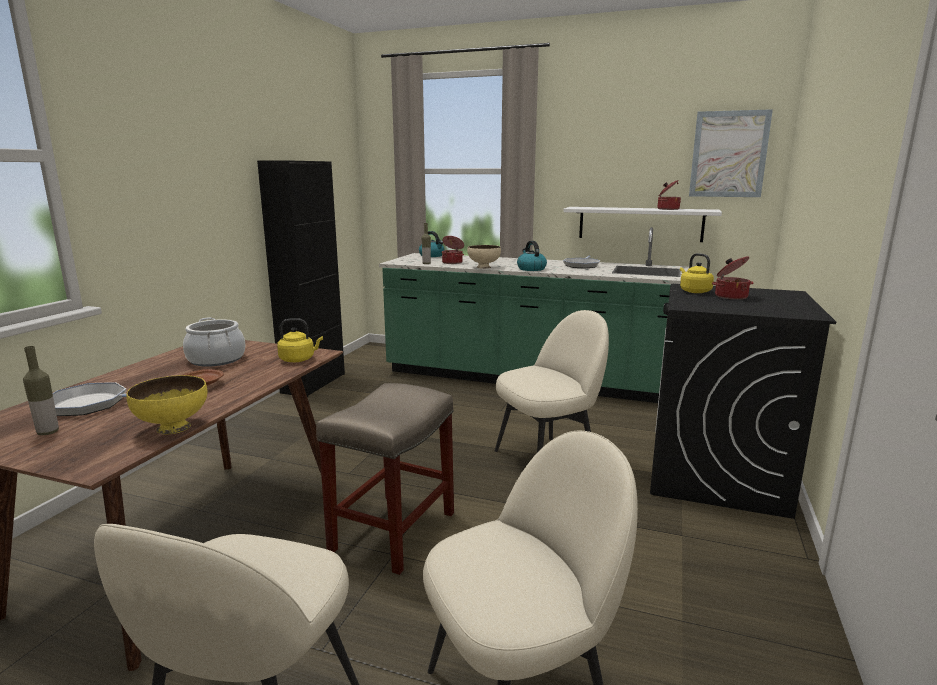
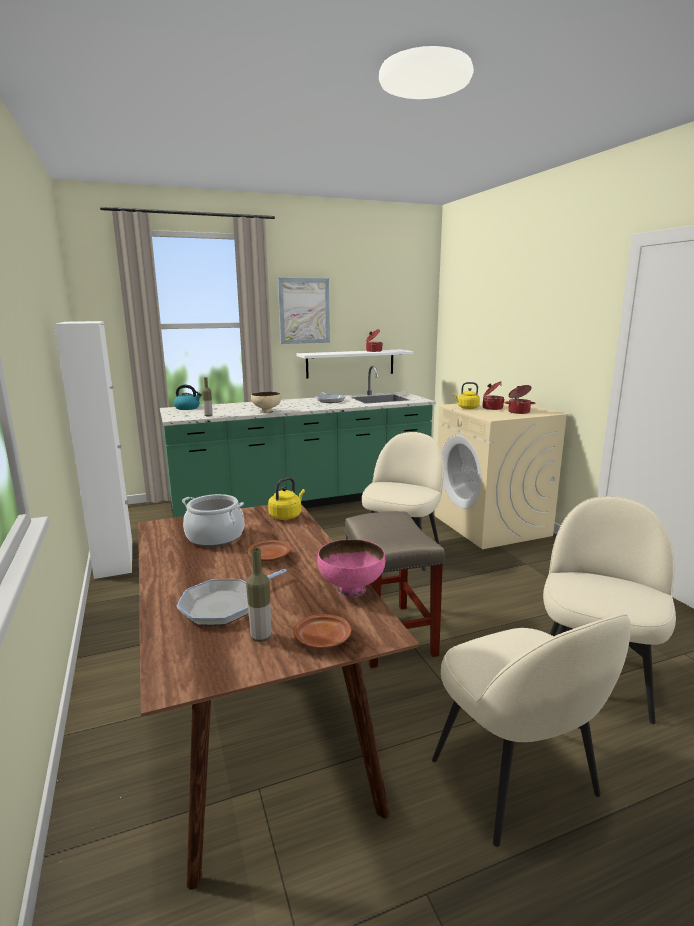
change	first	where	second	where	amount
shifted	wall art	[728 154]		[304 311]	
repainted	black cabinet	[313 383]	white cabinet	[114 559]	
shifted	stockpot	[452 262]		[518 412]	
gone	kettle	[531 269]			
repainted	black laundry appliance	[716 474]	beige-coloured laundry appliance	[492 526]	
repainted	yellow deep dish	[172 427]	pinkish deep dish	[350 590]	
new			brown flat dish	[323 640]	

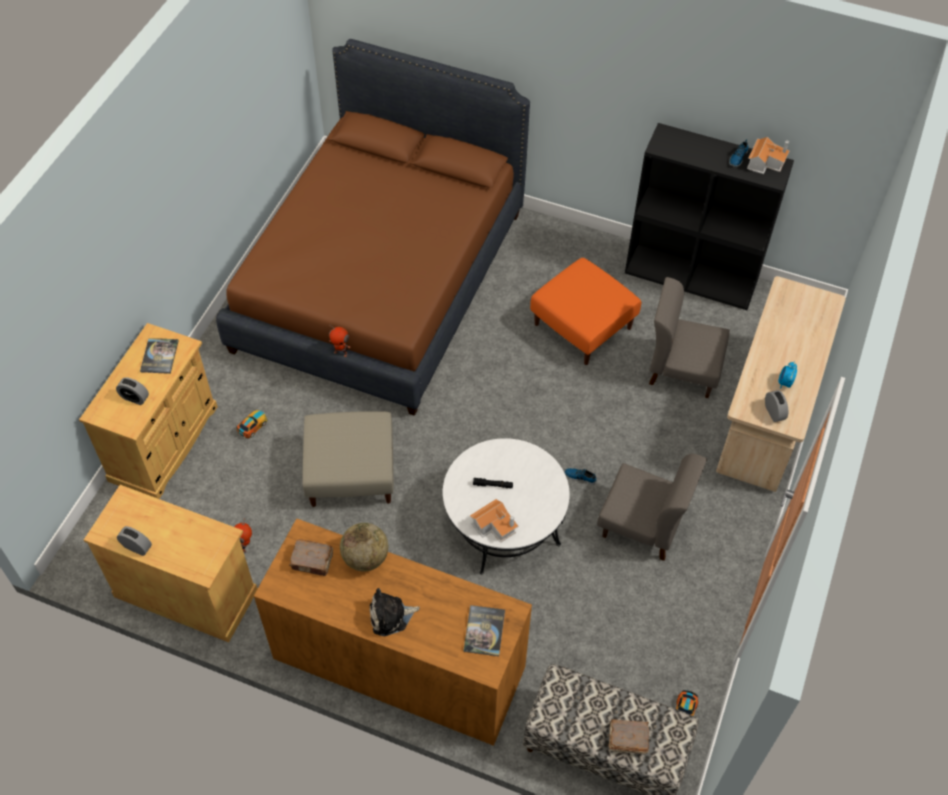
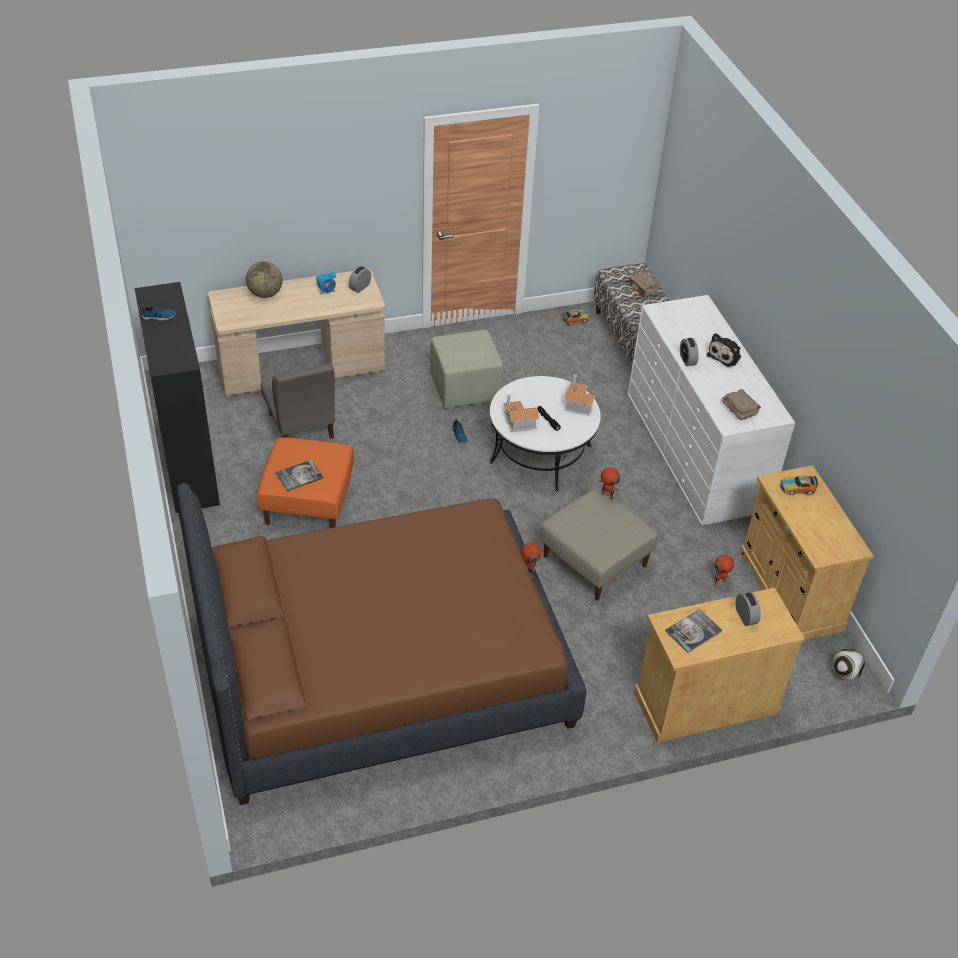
change	first	where	second	where	amount
shifted	model house	[765 162]		[518 421]	
shifted	model car	[252 426]		[797 488]	
swapped	gray upright chair	[642 525]	greenish pouffe	[466 388]	
repainted	brown dresser	[398 662]	white dresser	[695 450]	
shifted	desk globe	[365 558]		[265 294]	
shifted	bedside clock	[136 547]		[687 360]	
rotated	plush toy	[391 616]		[725 355]	90 degrees clockwise
shifted	book	[484 631]		[299 476]	
new			toy robot	[607 495]	
new			football	[845 673]	

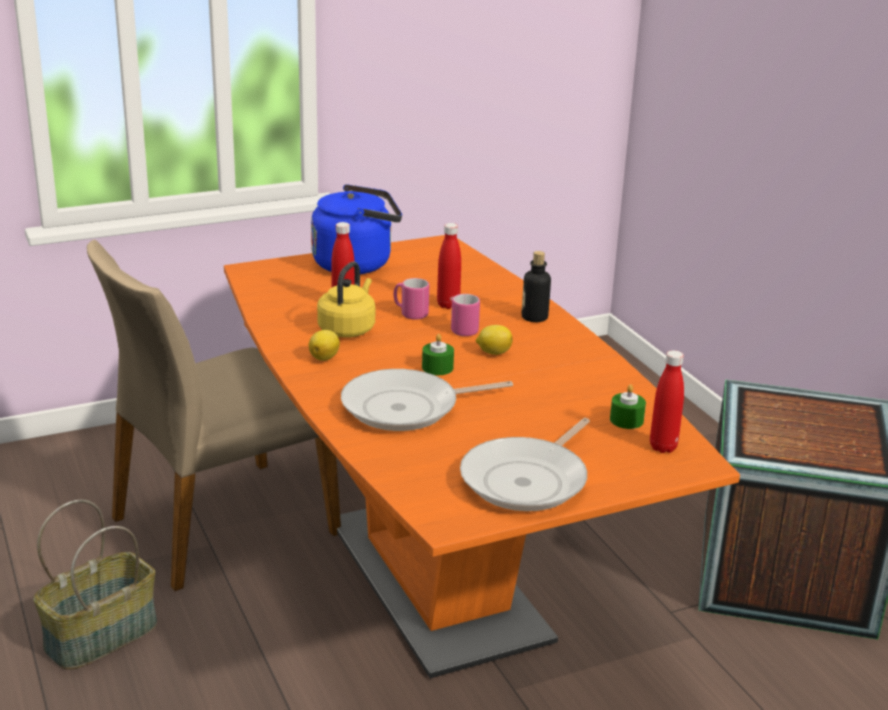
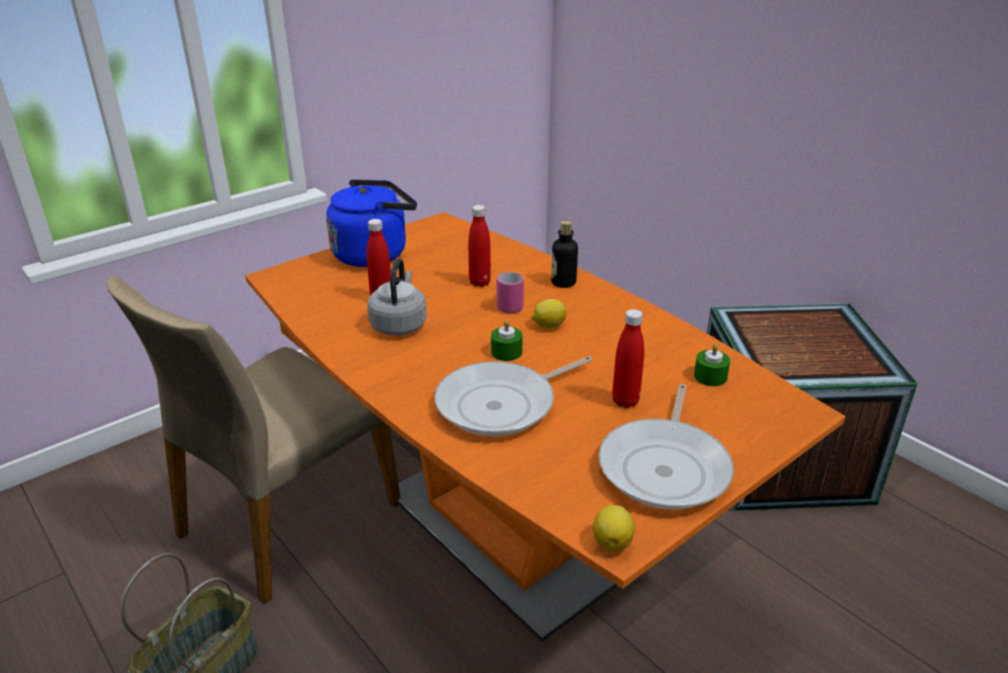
change	first	where	second	where	amount
repainted	yellow kettle	[348 329]	gray kettle	[399 324]	
gone	pinkish mug	[410 314]			
shifted	lemon	[325 358]		[612 541]	
shifted	reddish bottle	[663 447]		[625 401]	

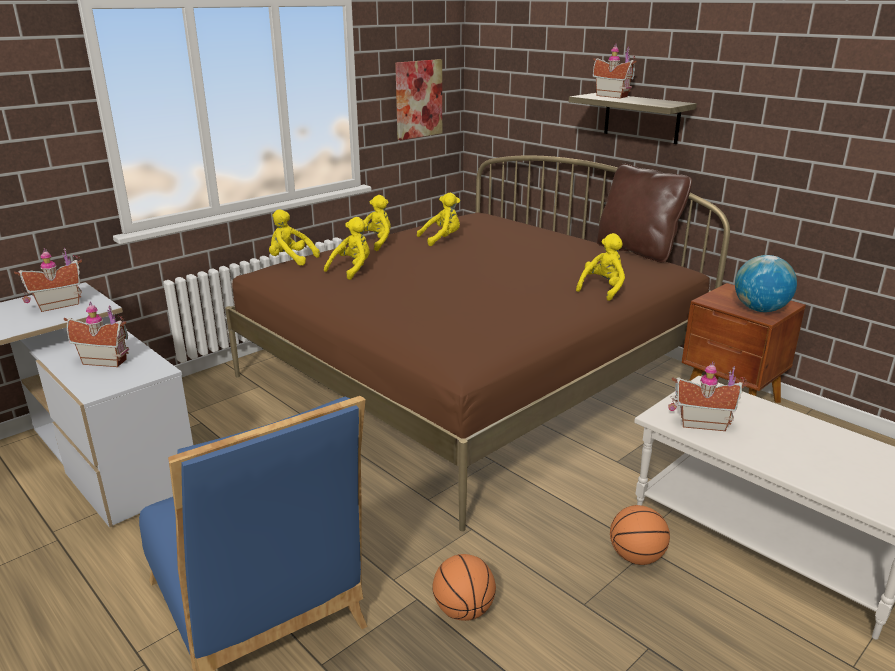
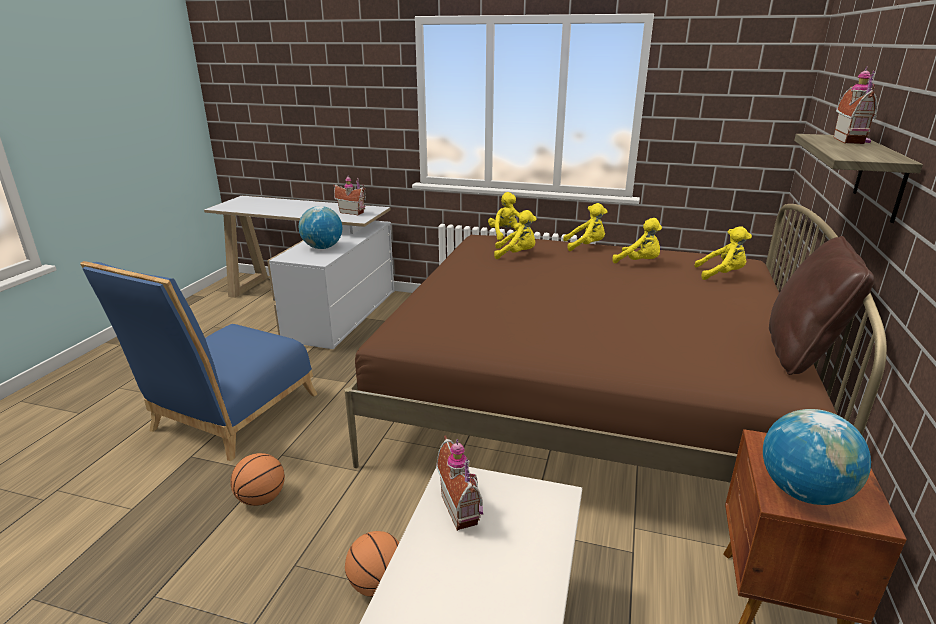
change	first	where	second	where	amount
gone	wall art	[418 99]			
shifted	yellow plush toy	[603 289]		[721 274]	
swapped	model house	[106 360]	desk globe	[322 247]	

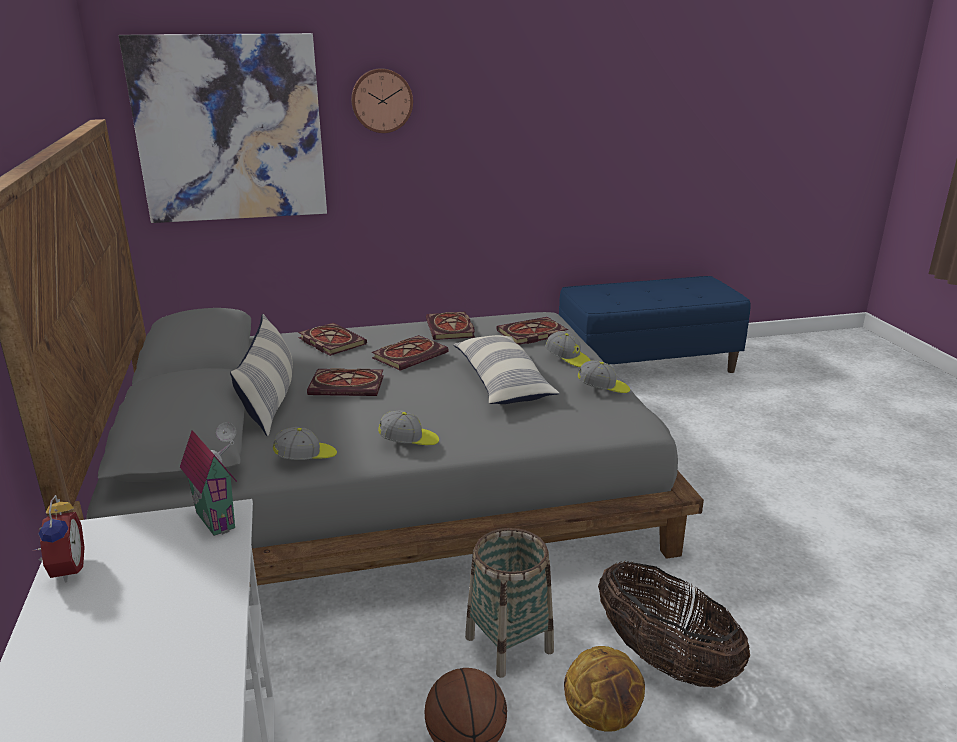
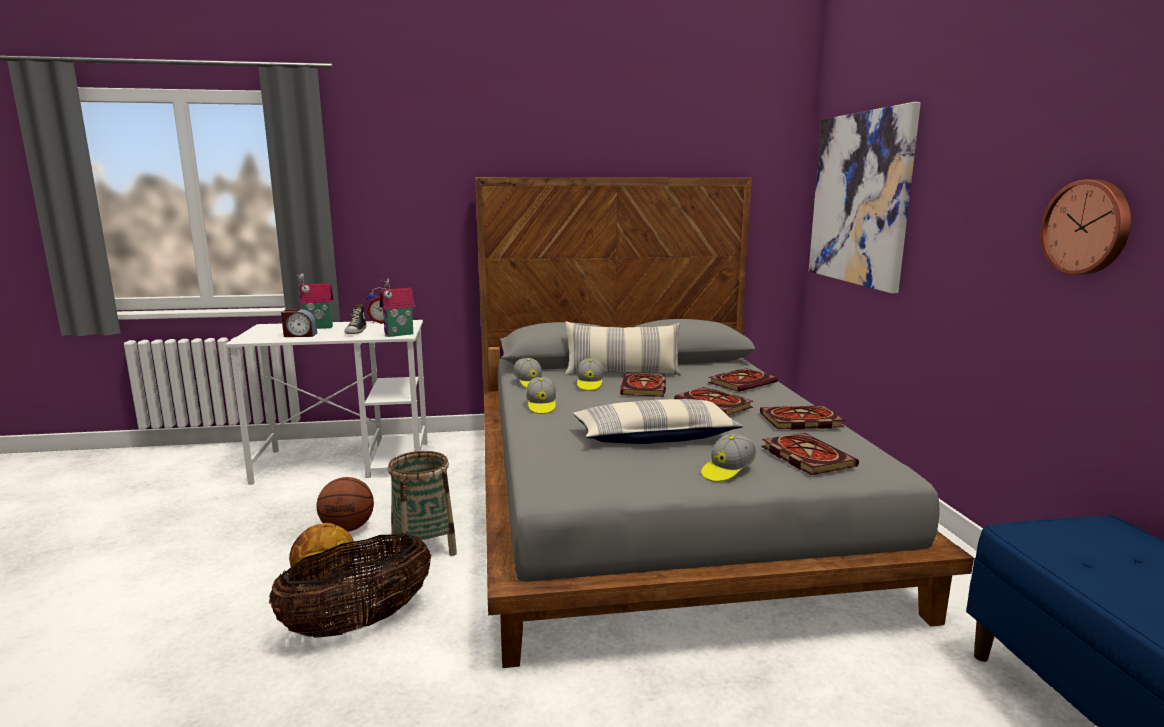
change	first	where	second	where	amount
shifted	clock on the wall	[381 100]		[1087 227]	
shifted	cap	[603 389]		[590 384]	
new			model house	[318 328]	
new			low shoe	[356 331]	
new			bedside clock	[300 335]	

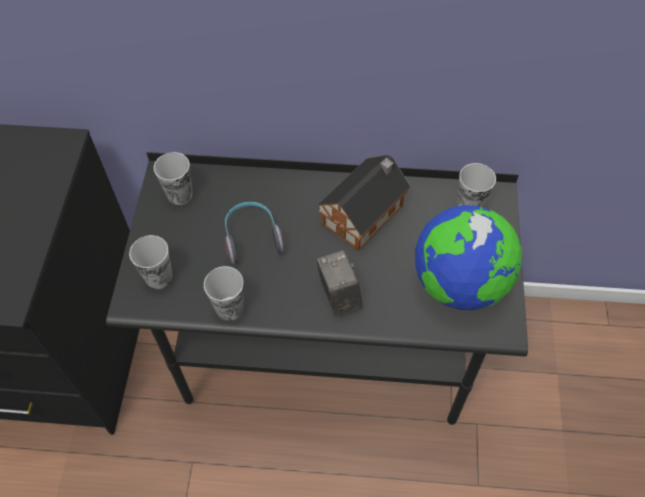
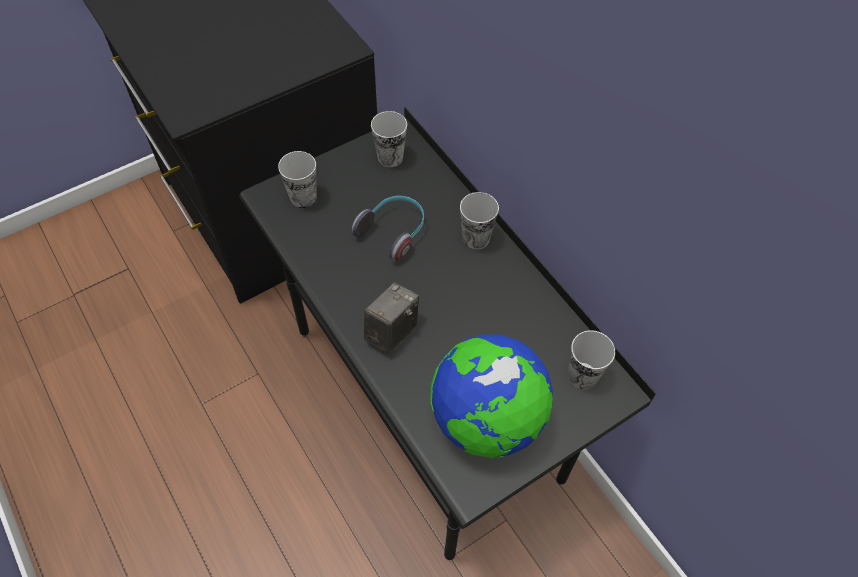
change	first	where	second	where	amount
gone	model house	[365 213]			
shifted	drinking cup	[229 308]		[476 238]	

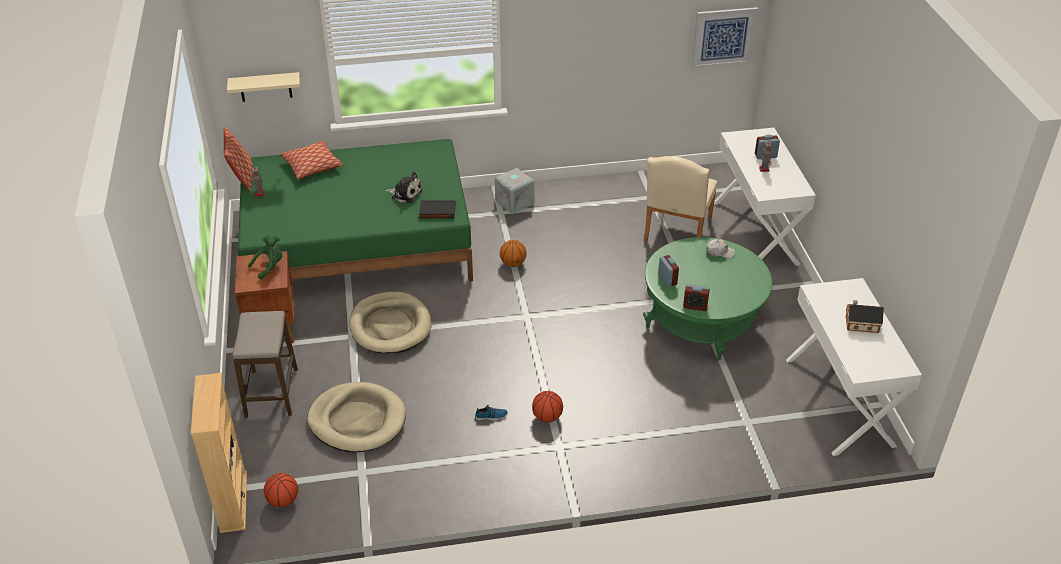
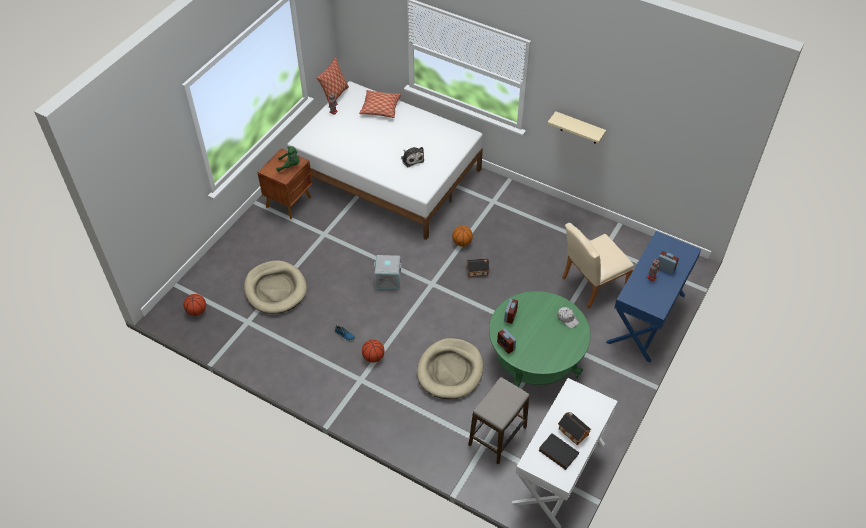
change	first	where	second	where	amount
gone	wall art	[723 37]			
shifted	beige-coloured bracket shelf	[265 87]		[579 128]	
repainted	white desk unit	[755 233]	blue desk unit	[647 319]	
repainted	greenish sleeping bed	[358 244]	white sleeping bed	[387 174]	
shifted	gray storage box	[514 201]		[388 279]	
shifted	black book	[437 212]		[557 453]	
shifted	beige-coloured pet bed	[390 326]		[450 370]	
shifted	stool	[271 393]		[497 436]	
gone	beige-coloured bookshelf	[233 502]			
new			model house	[478 271]	

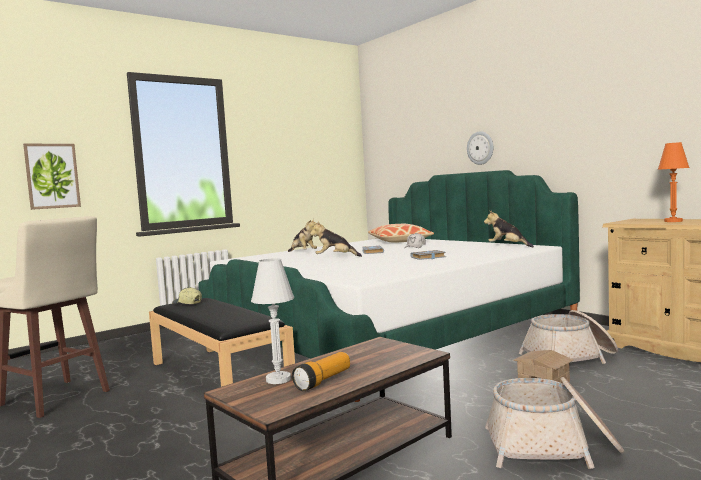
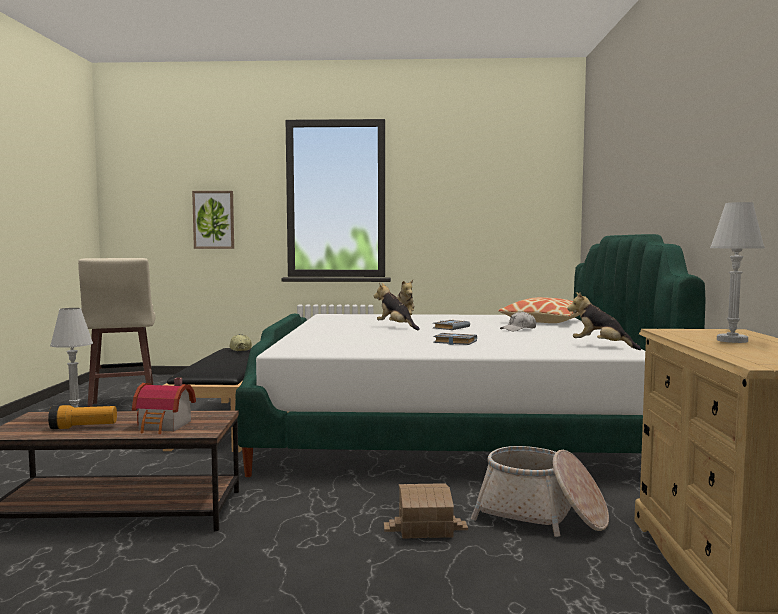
change	first	where	second	where	amount
gone	clock on the wall	[480 148]			
repainted	orange tabletop lamp	[673 221]	white tabletop lamp	[732 340]	
rotated	plush toy	[507 246]		[601 346]	45 degrees counterclockwise
gone	storage basket	[552 447]			
new			model house	[165 426]	

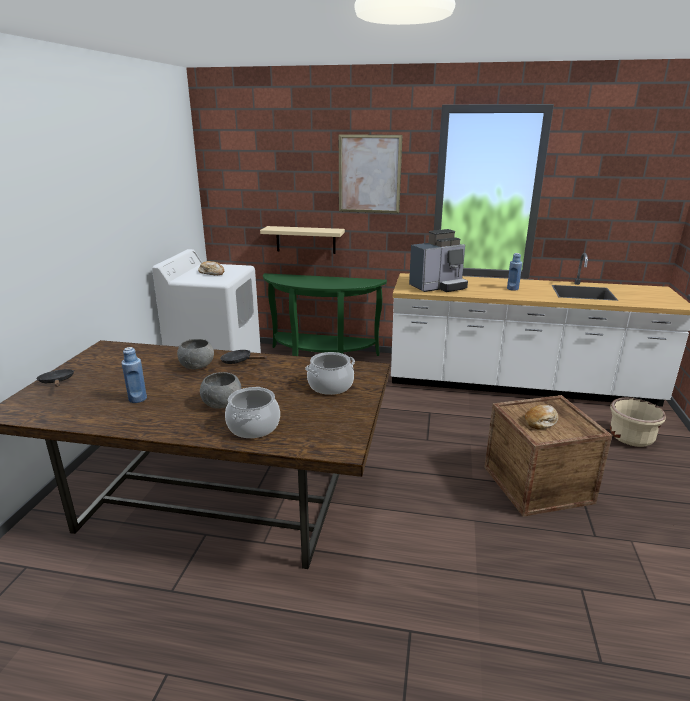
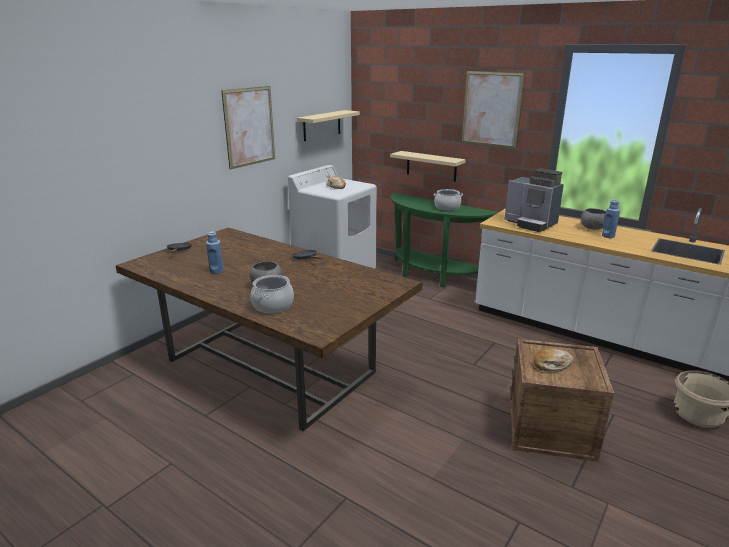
change	first	where	second	where	amount
rotated	coffee maker	[438 287]		[531 224]	45 degrees clockwise
shifted	gray deep dish	[197 366]		[593 228]	
shifted	stockpot	[330 386]		[447 207]	
new			wall art	[249 127]	
new			beige-coloured bracket shelf	[322 125]	

